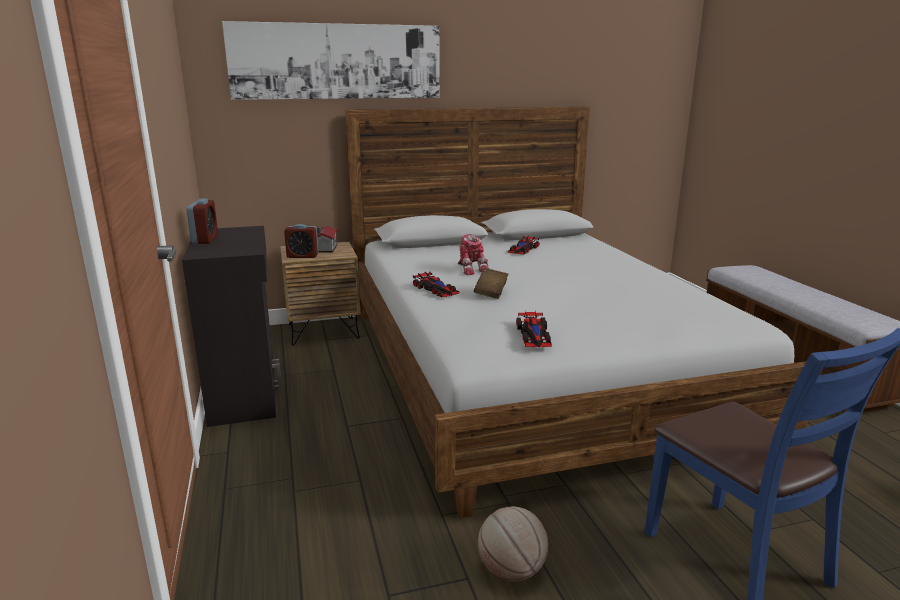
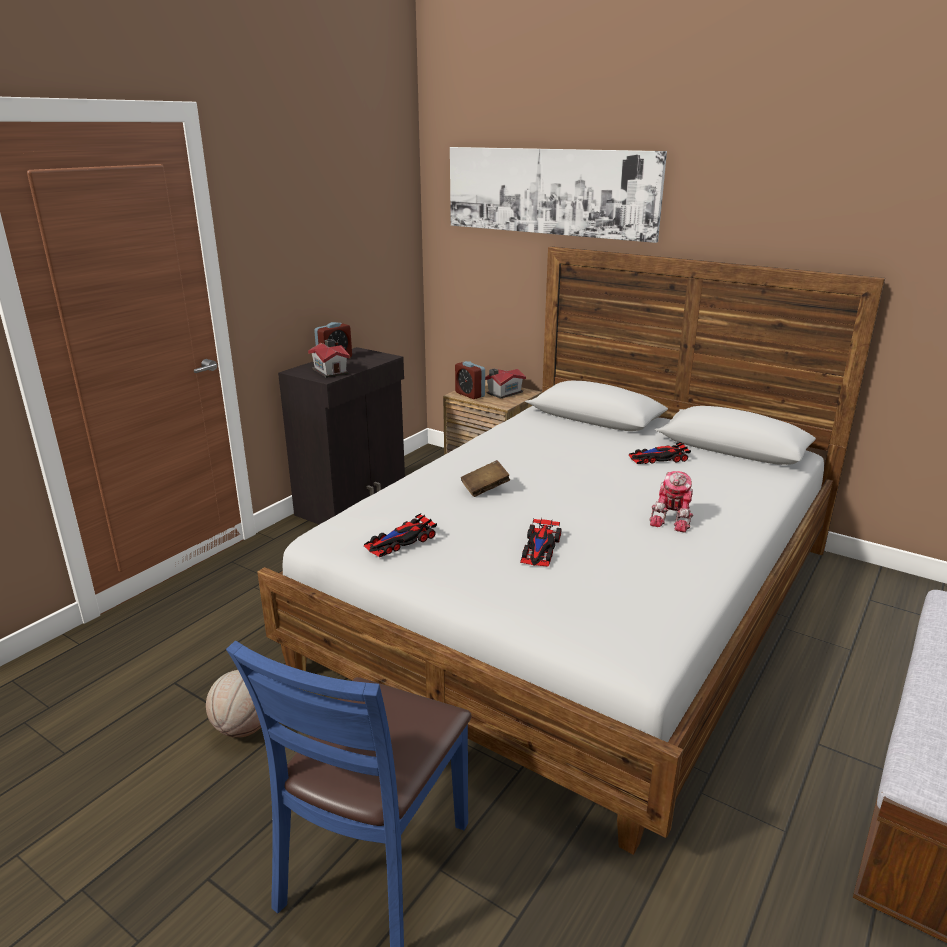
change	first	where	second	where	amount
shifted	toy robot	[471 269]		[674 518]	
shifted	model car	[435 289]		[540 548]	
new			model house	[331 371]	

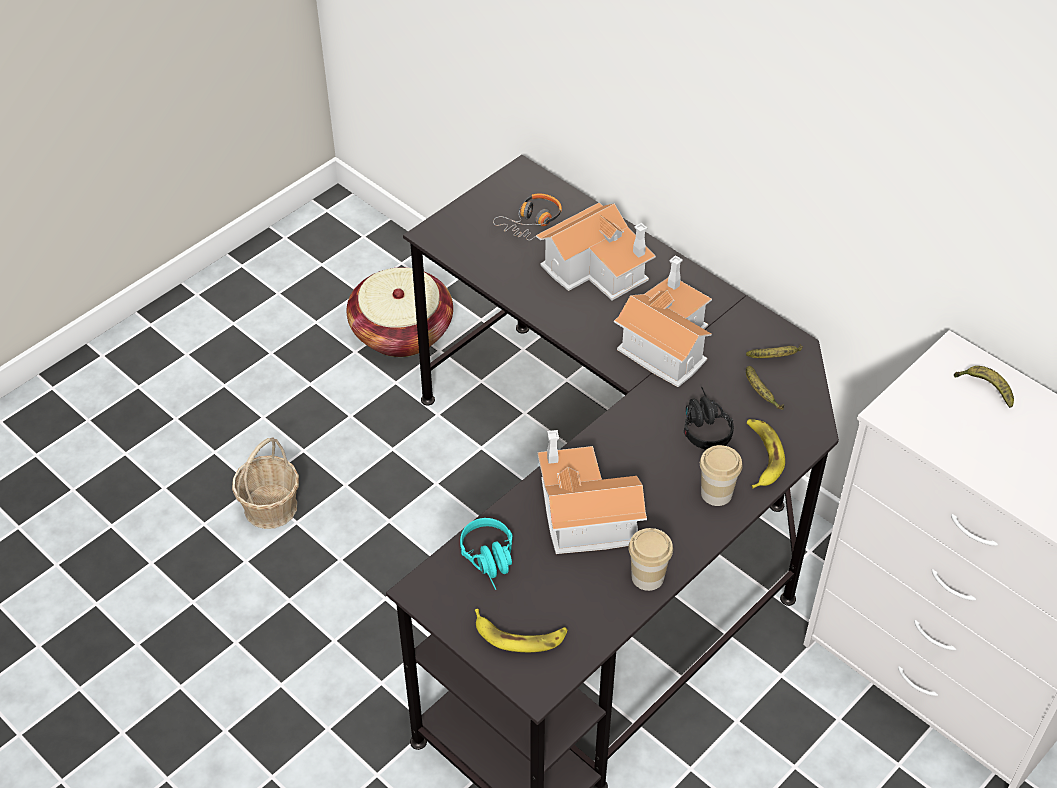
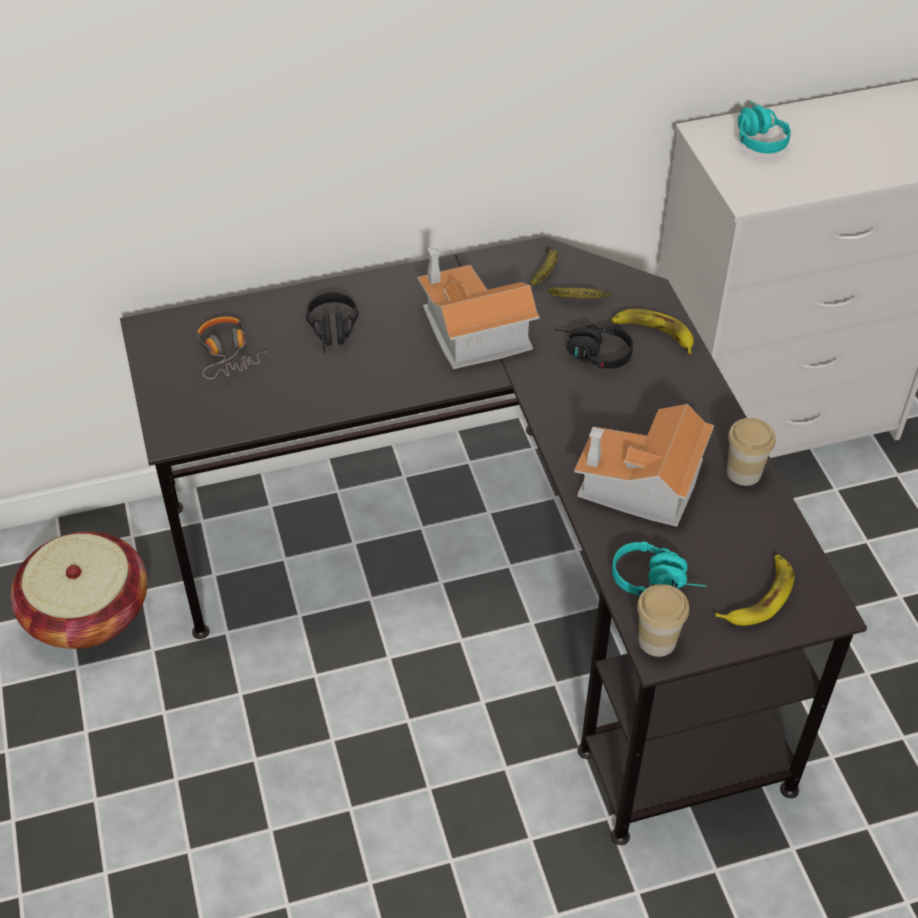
change	first	where	second	where	amount
swapped	model house	[598 267]	black headset	[334 334]	
swapped	whole banana	[985 389]	blue-green headset	[756 136]	
gone	storage basket	[271 507]			
shifted	drinking cup	[716 493]		[657 640]	

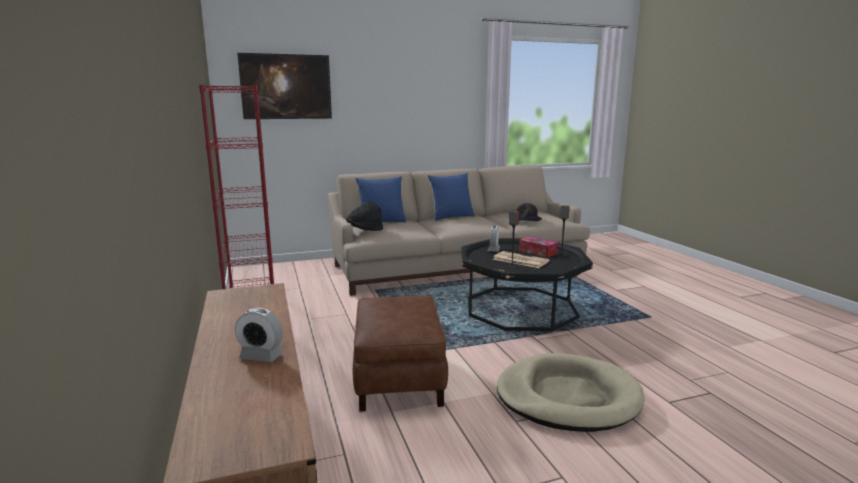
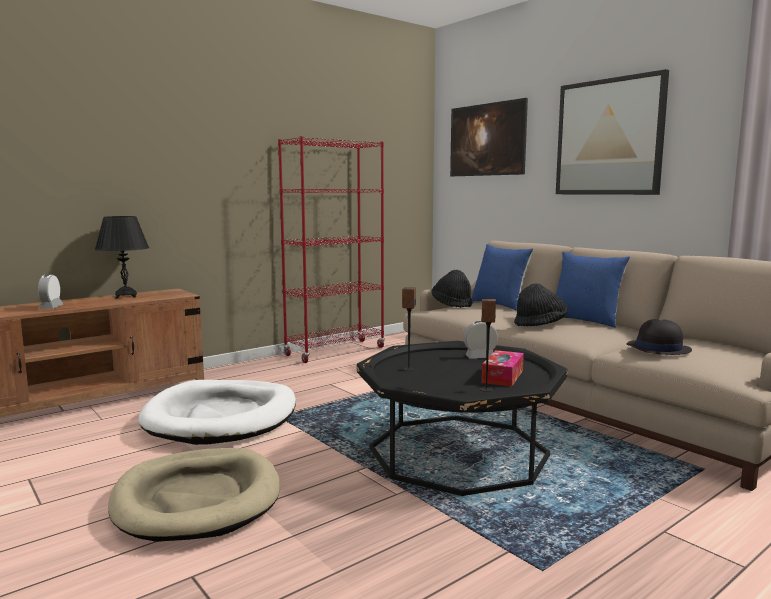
change	first	where	second	where	amount
gone	printed paper	[519 260]			
swapped	brown pouffe	[398 379]	white pet bed	[222 417]	
new			wall art	[609 137]	
new			black tabletop lamp	[126 296]	
new			black clothing hat	[540 324]	

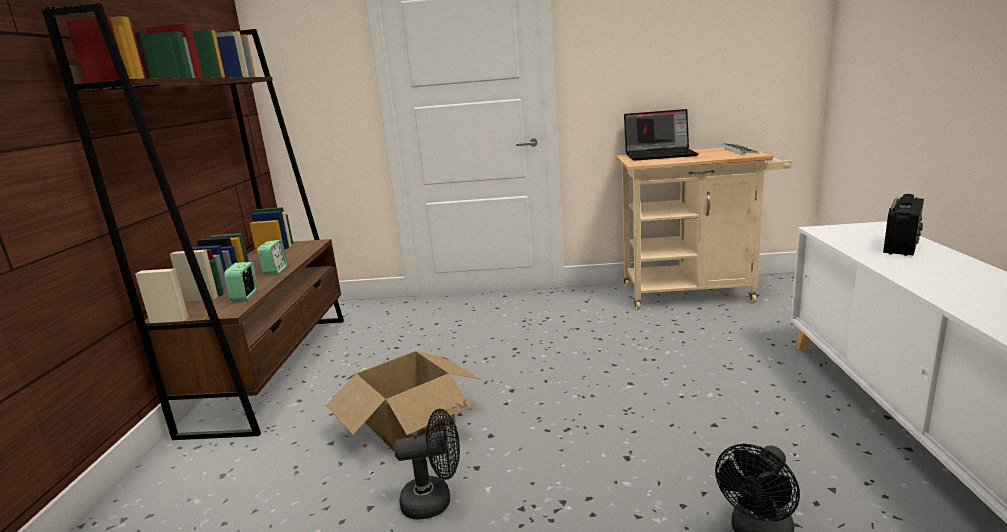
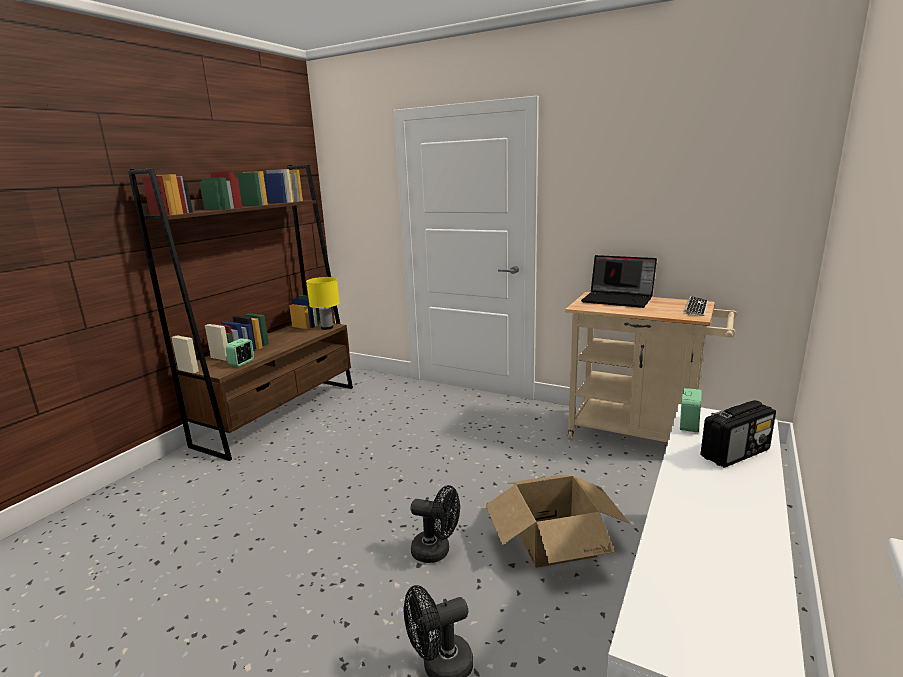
change	first	where	second	where	amount
shifted	bedside clock	[275 270]		[689 425]	
shifted	cardboard box	[409 421]		[555 540]	
shifted	black cooling fan	[435 500]		[437 551]	
new			yellow tabletop lamp	[327 327]	

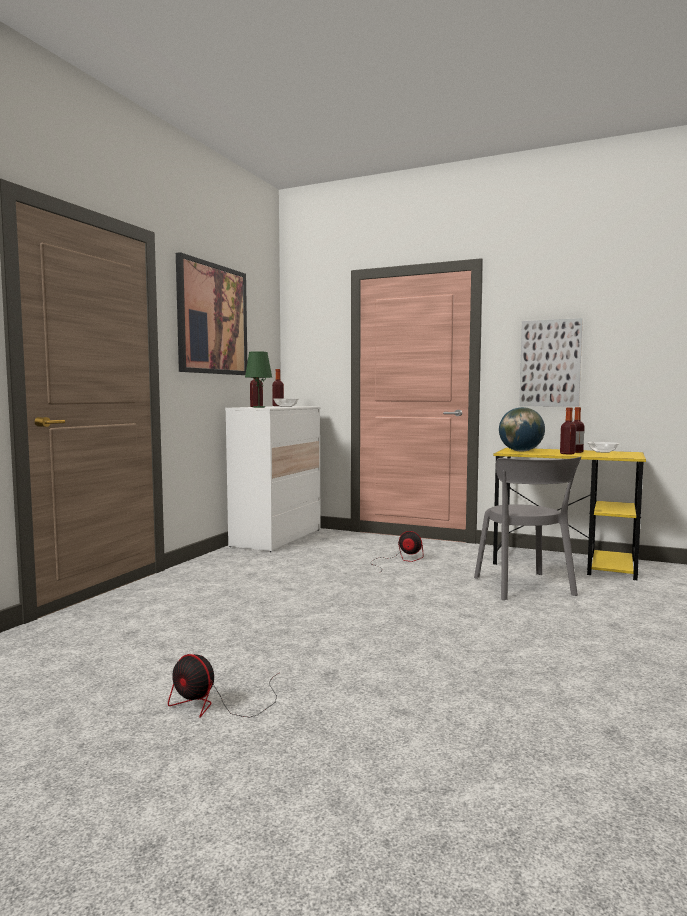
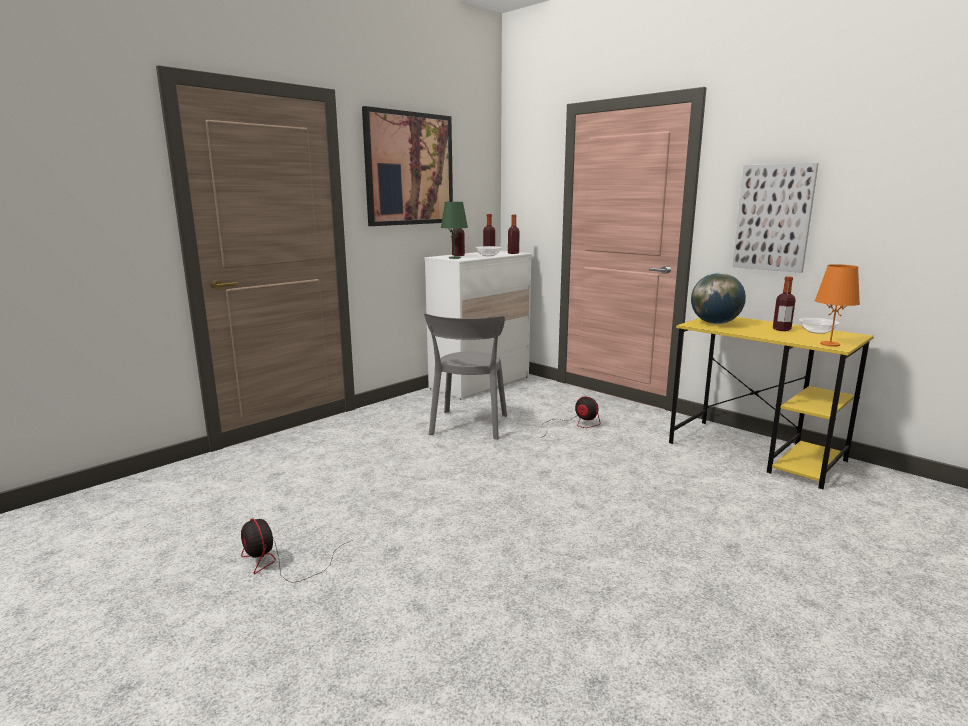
change	first	where	second	where	amount
shifted	bottle	[567 453]		[513 253]	
shifted	gray upright chair	[525 588]		[468 426]	
new			orange tabletop lamp	[830 344]	

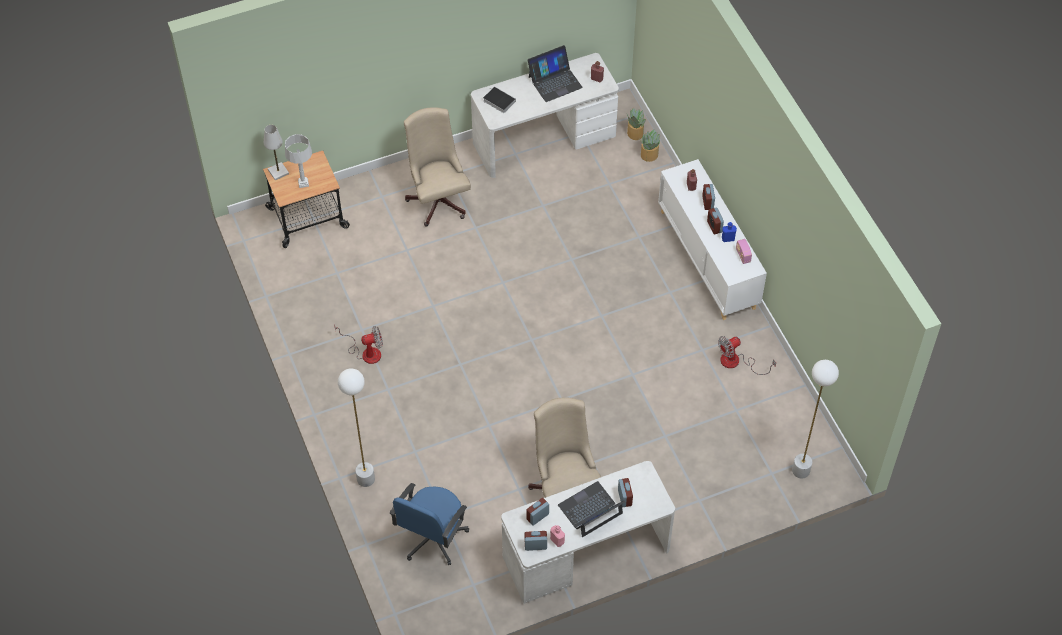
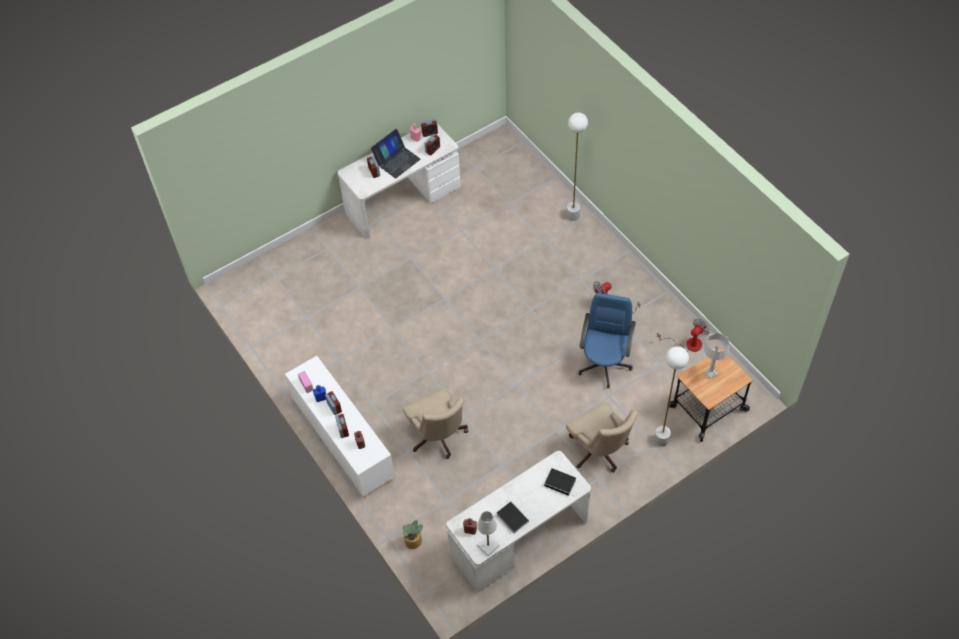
change	first	where	second	where	amount
swapped	portable computer	[555 82]	book	[511 517]	
gone	plant in a pot	[635 133]			
shifted	white tabletop lamp	[278 172]		[488 545]	
shifted	cooling fan	[737 362]		[687 344]	
shifted	white standing lamp	[801 470]		[661 439]	
shifted	beige-coloured computer chair	[564 488]		[438 438]	
shifted	blue computer chair	[432 538]		[604 364]	

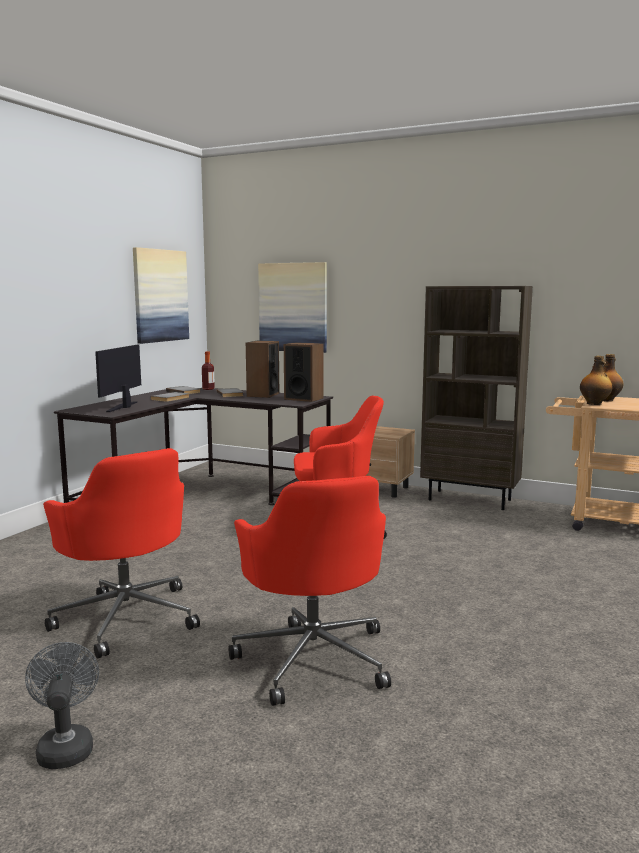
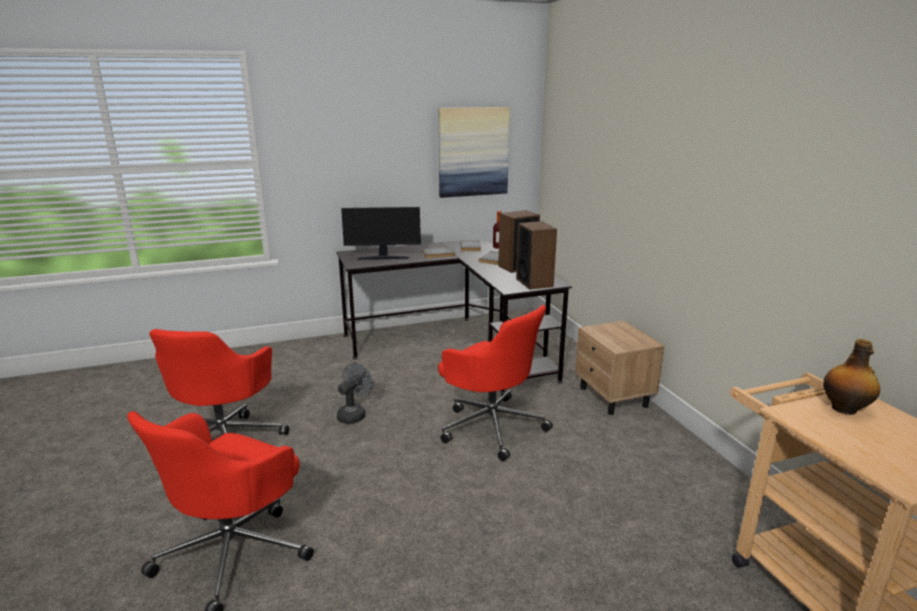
change	first	where	second	where	amount
gone	wall art	[293 307]			
gone	brown bookshelf	[470 500]			
rotated	computer display	[124 407]		[383 258]	150 degrees counterclockwise
gone	bottle	[594 404]			
shifted	gray cooling fan	[65 746]		[354 414]	

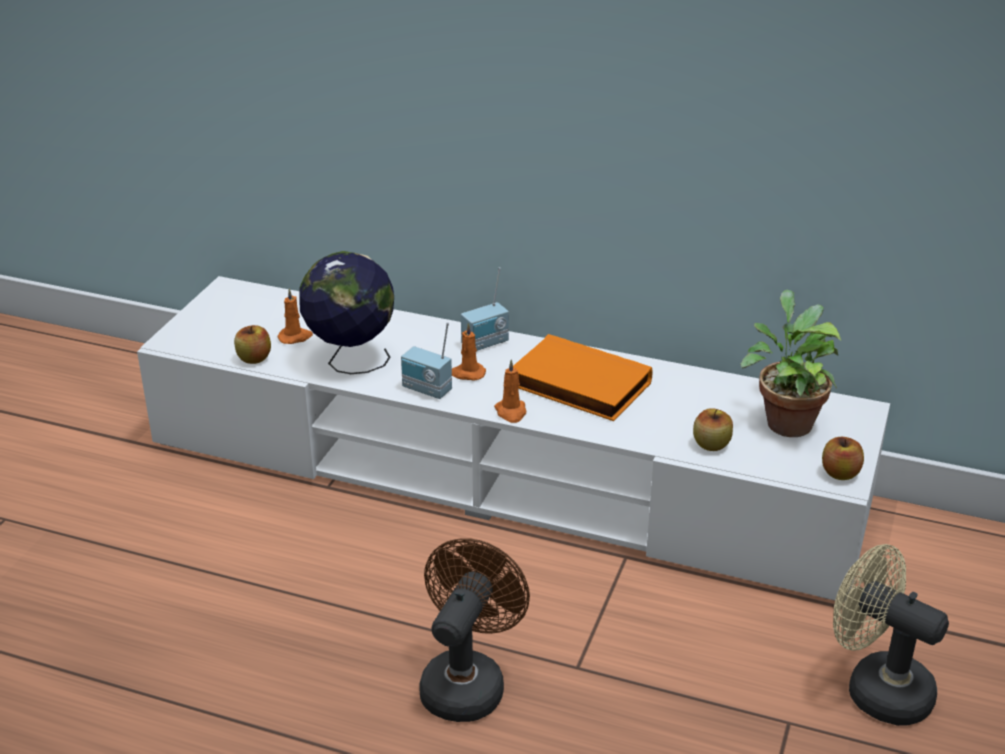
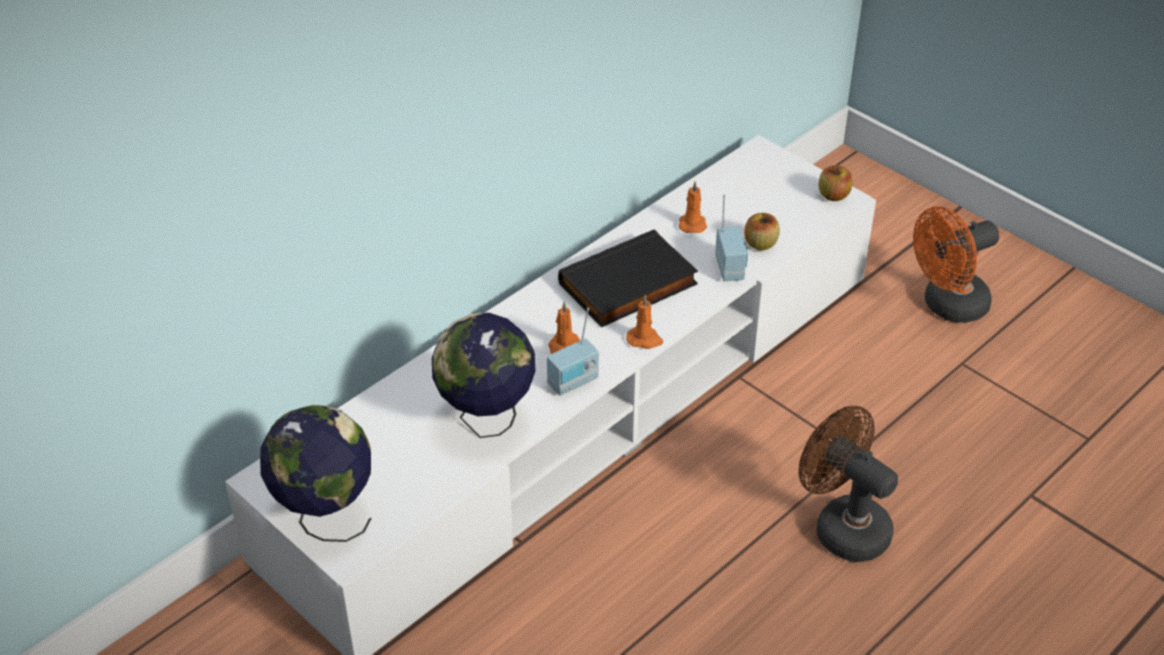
change	first	where	second	where	amount
shifted	radio	[486 344]		[731 268]	
shifted	orange wax light	[295 337]		[692 224]	
gone	plant in a pot	[785 421]			
gone	apple fruit	[254 358]			
repainted	orange book	[577 385]	black book	[628 286]	
repainted	beige-coloured cooling fan	[876 688]	orange cooling fan	[947 306]	
new			desk globe	[325 515]	

